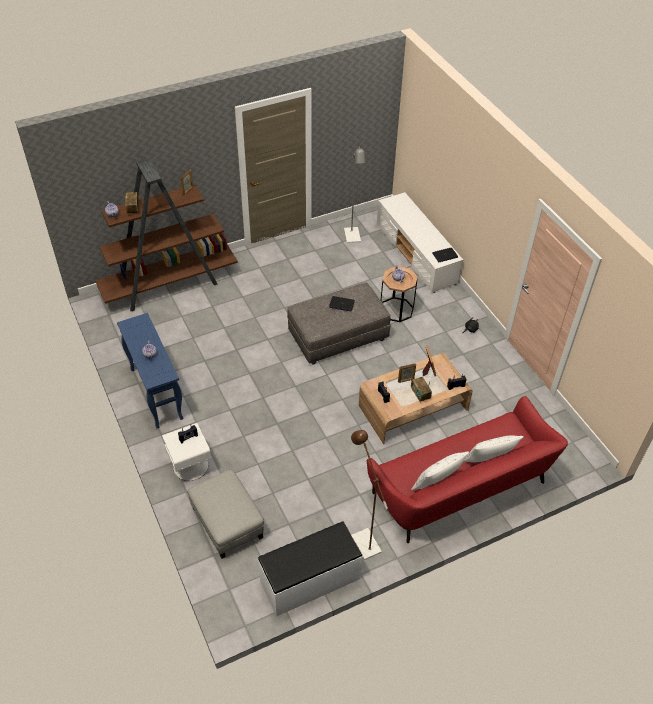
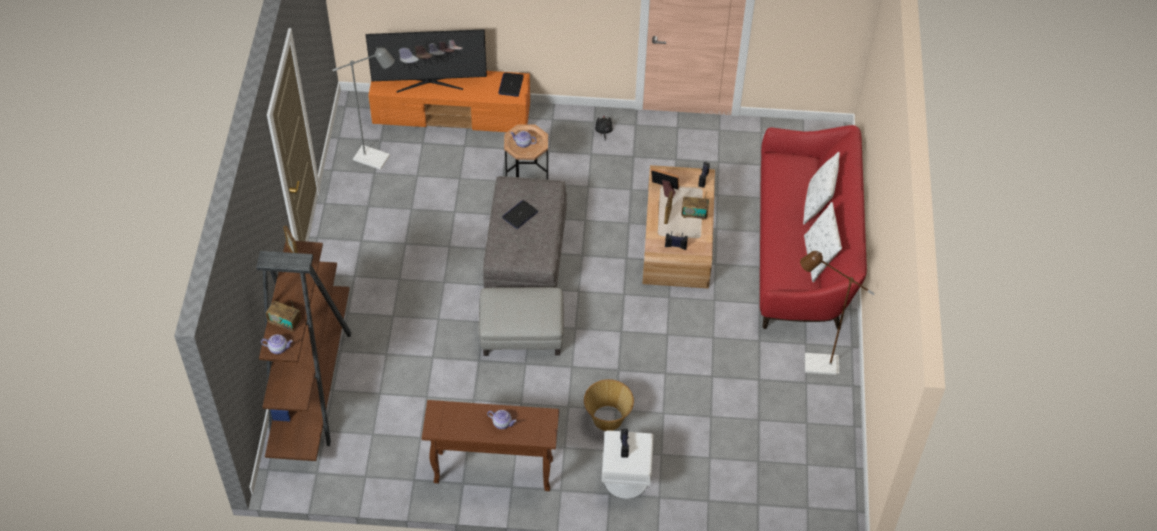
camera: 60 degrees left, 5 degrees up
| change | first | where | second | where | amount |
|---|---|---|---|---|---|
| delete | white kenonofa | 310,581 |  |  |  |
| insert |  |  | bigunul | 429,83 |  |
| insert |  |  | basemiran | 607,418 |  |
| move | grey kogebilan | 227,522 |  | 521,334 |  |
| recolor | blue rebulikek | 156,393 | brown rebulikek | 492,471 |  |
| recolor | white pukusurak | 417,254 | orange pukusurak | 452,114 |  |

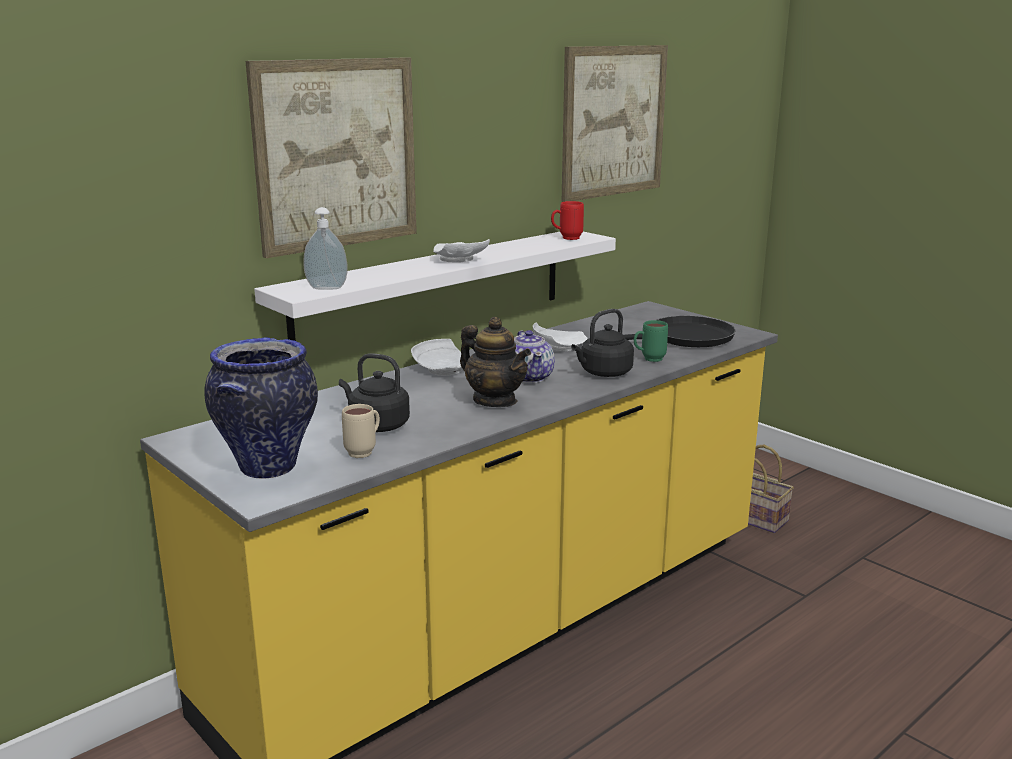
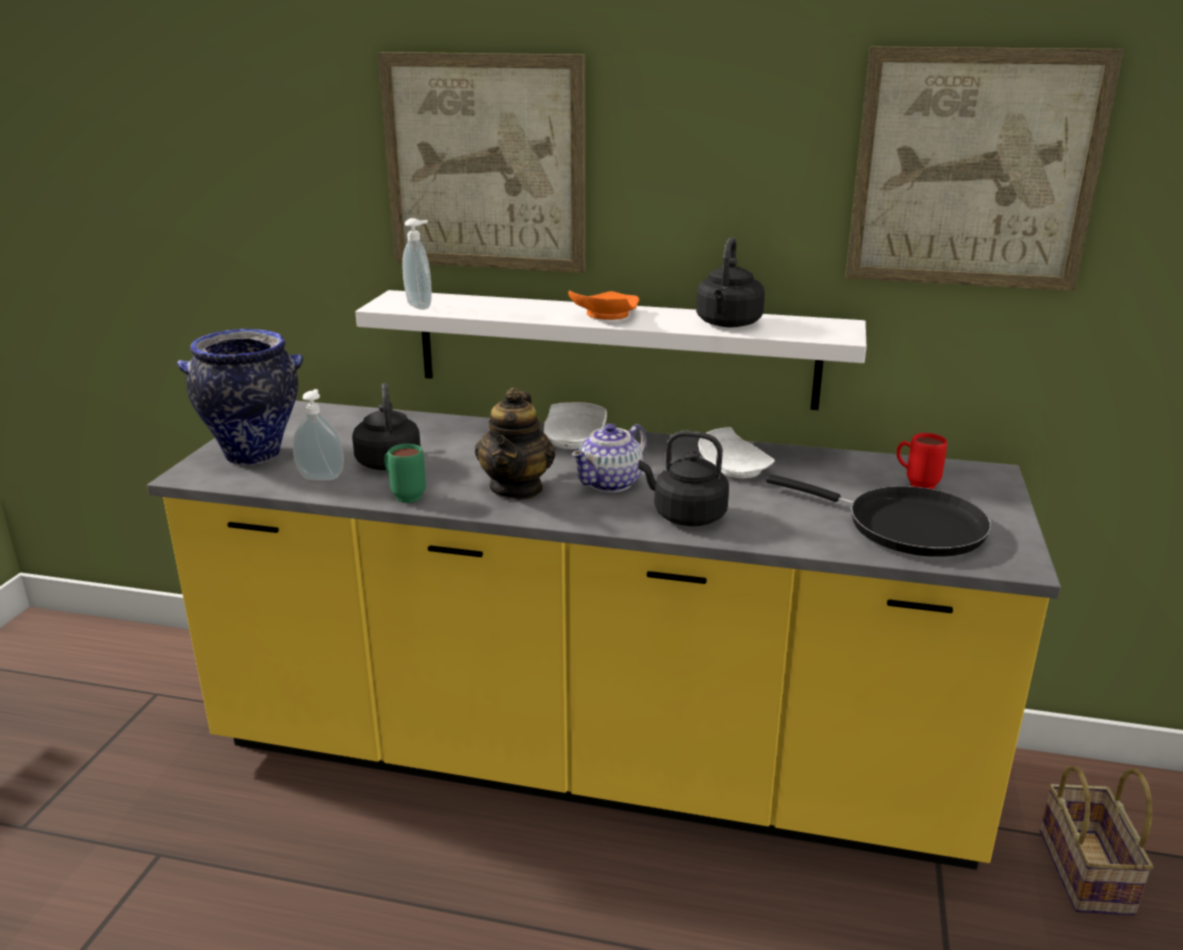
camera: 55 degrees right, 5 degrees up
| change | first | where | second | where | amount |
|---|---|---|---|---|---|
| insert |  |  | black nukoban | 727,324 |  |
| move | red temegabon | 566,238 |  | 915,484 |  |
| move | green temegabon | 648,359 |  | 404,496 |  |
| replace | beige temegabon | 365,451 | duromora | 322,477 |  |
| recolor | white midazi | 458,260 | orange midazi | 604,316 |  |

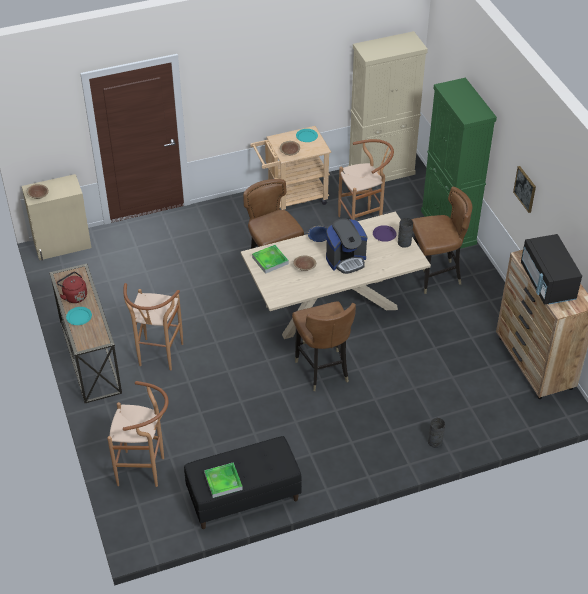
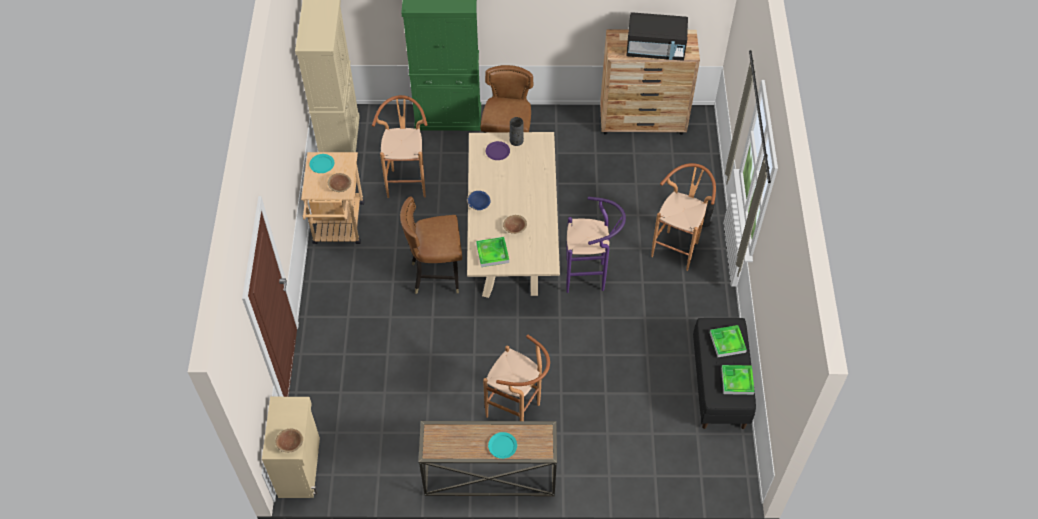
camera: 70 degrees left, 10 degrees up
| change | first | where | second | where | amount |
|---|---|---|---|---|---|
| delete | red nukoban | 74,296 |  |  |  |
| delete | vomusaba | 346,260 |  |  |  |
| delete | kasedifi | 525,189 |  |  |  |
| insert |  |  | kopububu | 727,342 |  |
| move | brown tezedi | 146,470 |  | 677,246 |  |
| replace | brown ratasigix | 322,370 | purple tezedi | 589,276 |  |

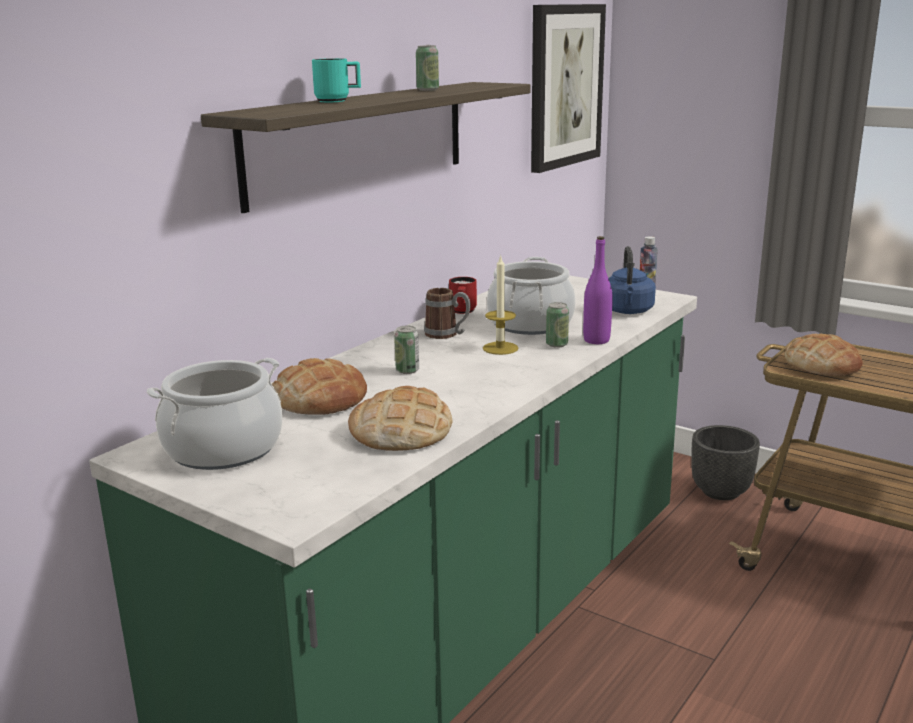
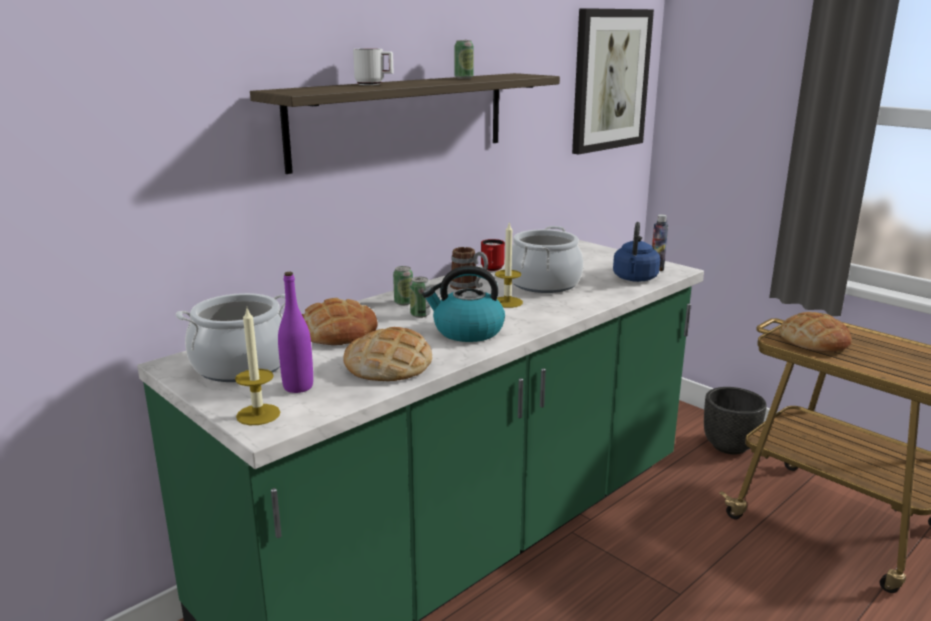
camera: 10 degrees right, 0 degrees up
| change | first | where | second | where | amount |
|---|---|---|---|---|---|
| insert |  |  | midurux | 258,414 |  |
| insert |  |  | nukoban | 467,331 |  |
| move | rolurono | 556,344 |  | 403,303 |  |
| move | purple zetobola | 596,340 |  | 298,387 |  |
| recolor | turquoise temegabon | 338,101 | white temegabon | 374,84 |  |

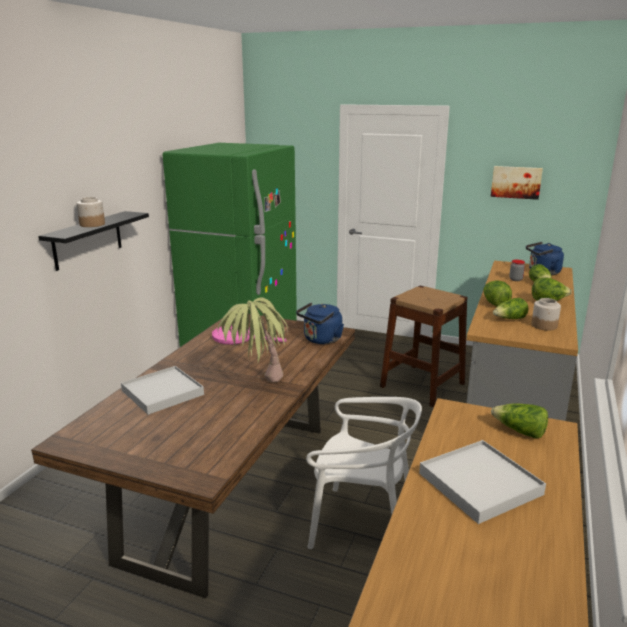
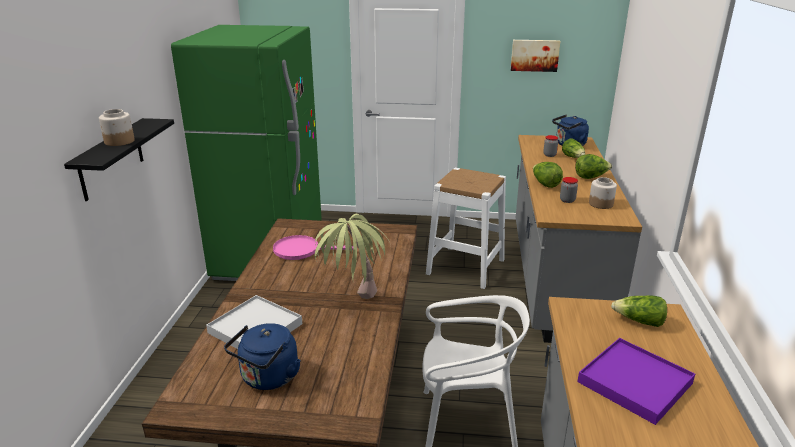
camera: 15 degrees left, 5 degrees up
| change | first | where | second | where | amount |
|---|---|---|---|---|---|
| move | blue nukoban | 321,340 |  | 268,378 |  |
| replace | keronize | 509,319 | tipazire | 567,200 |  |
| recolor | brown tezedi | 422,385 | white tezedi | 465,267 |  |
| recolor | white kopububu | 480,484 | purple kopububu | 635,382 |  |

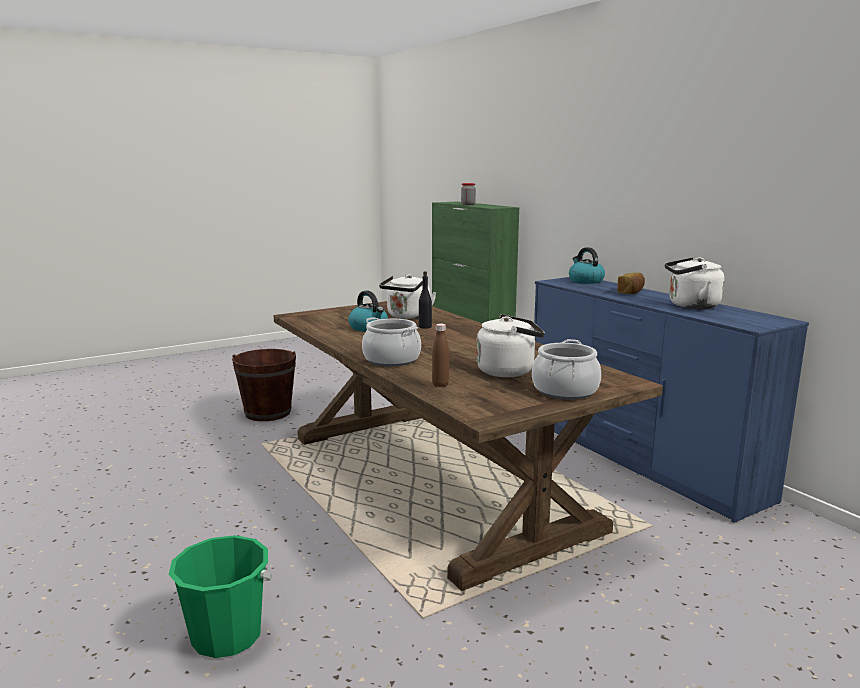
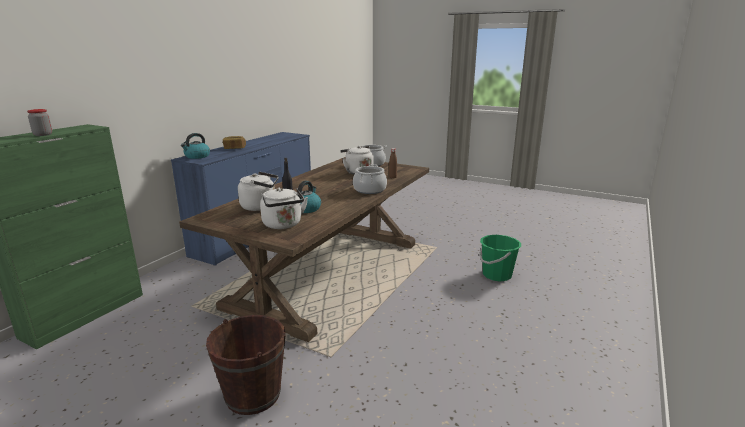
camera: 120 degrees left, 5 degrees up
| change | first | where | second | where | amount |
|---|---|---|---|---|---|
| move | white nukoban | 690,306 |  | 283,225 |  |

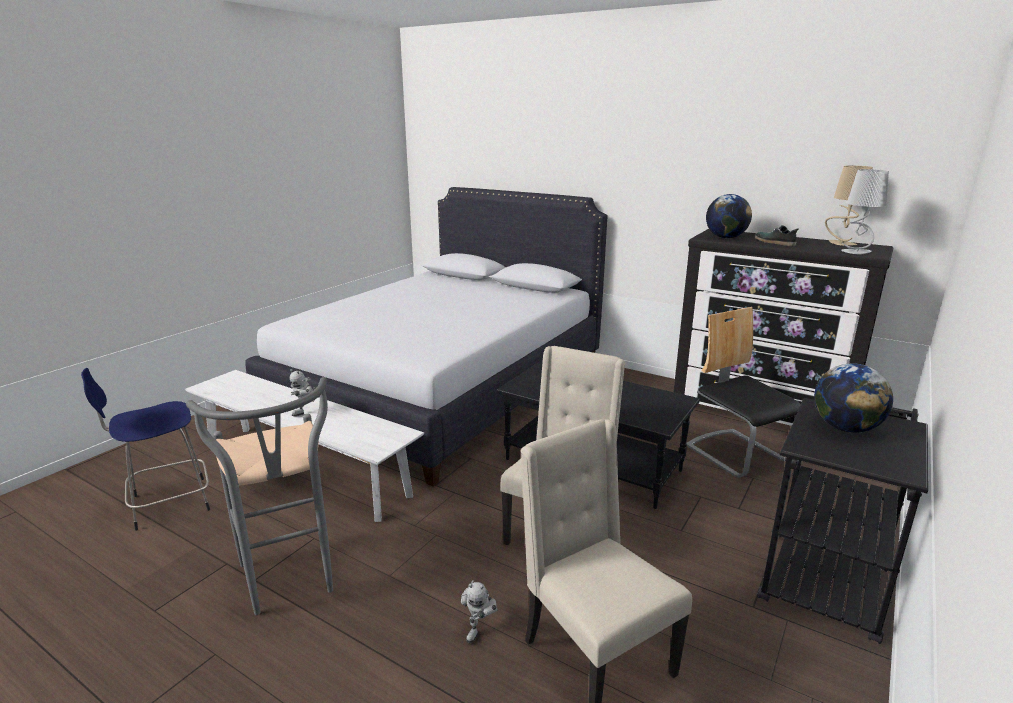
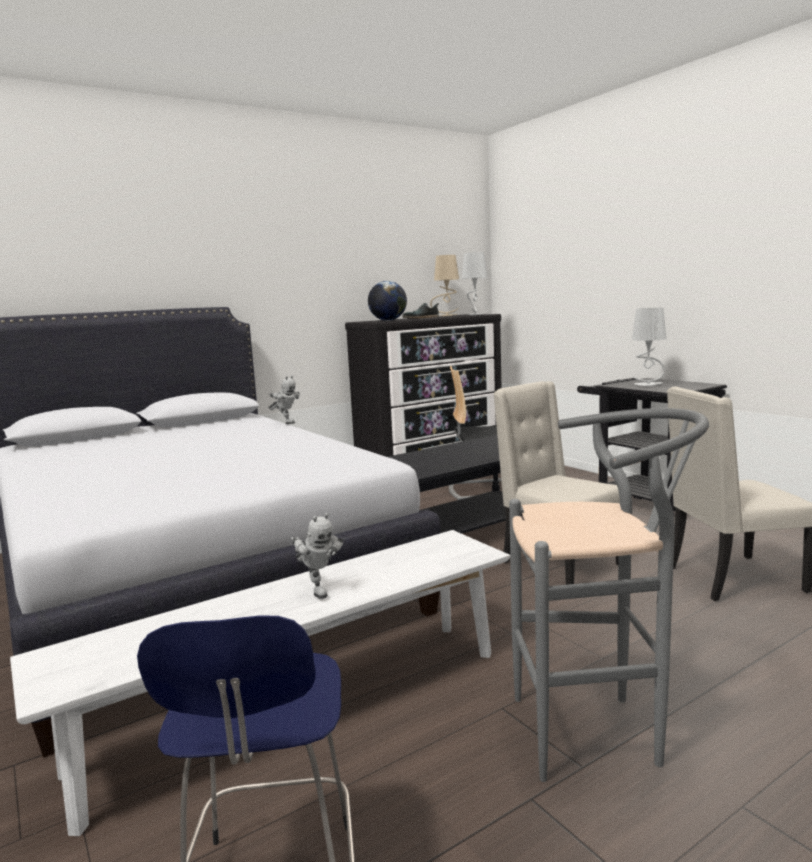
camera: 65 degrees left, 10 degrees down
| change | first | where | second | where | amount |
|---|---|---|---|---|---|
| move | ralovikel | 479,629 |  | 286,423 |  |
| replace | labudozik | 845,428 | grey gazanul | 648,385 |  |

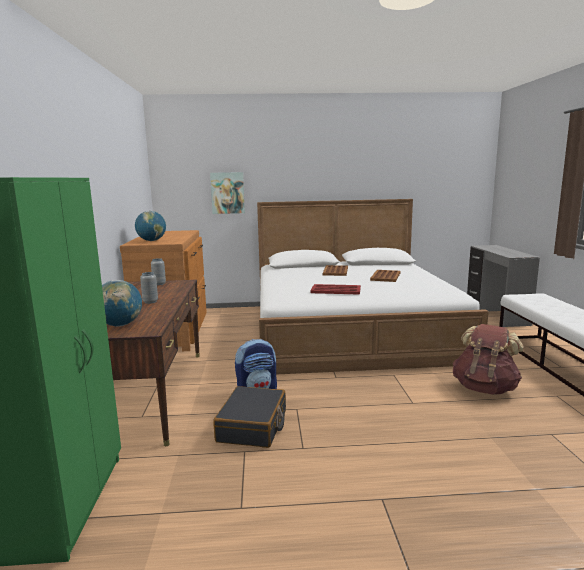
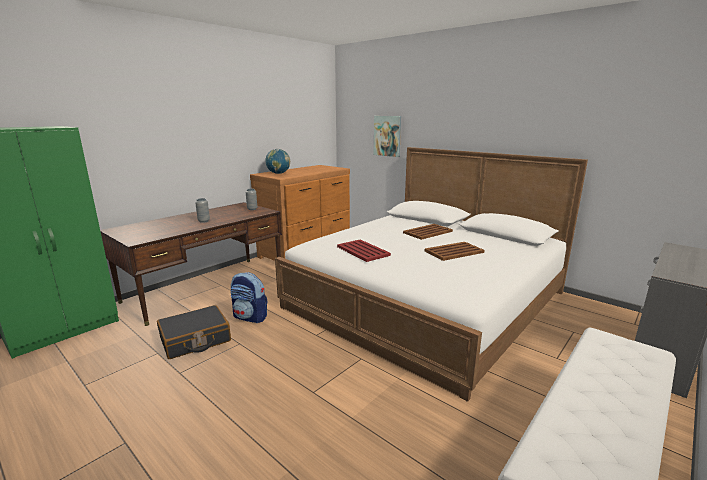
camera: 45 degrees right, 5 degrees up
| change | first | where | second | where | amount |
|---|---|---|---|---|---|
| delete | labudozik | 120,325 |  |  |  |
| delete | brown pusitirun | 485,388 |  |  |  |

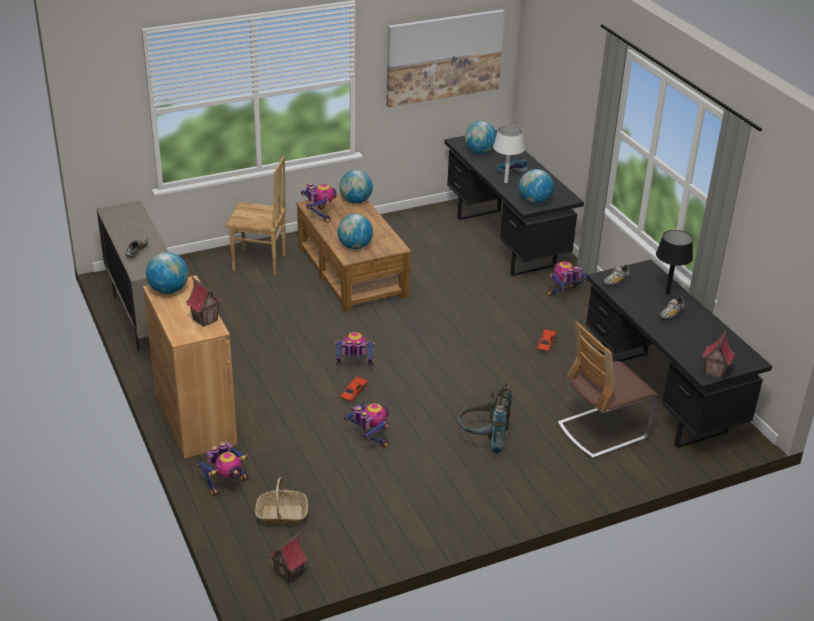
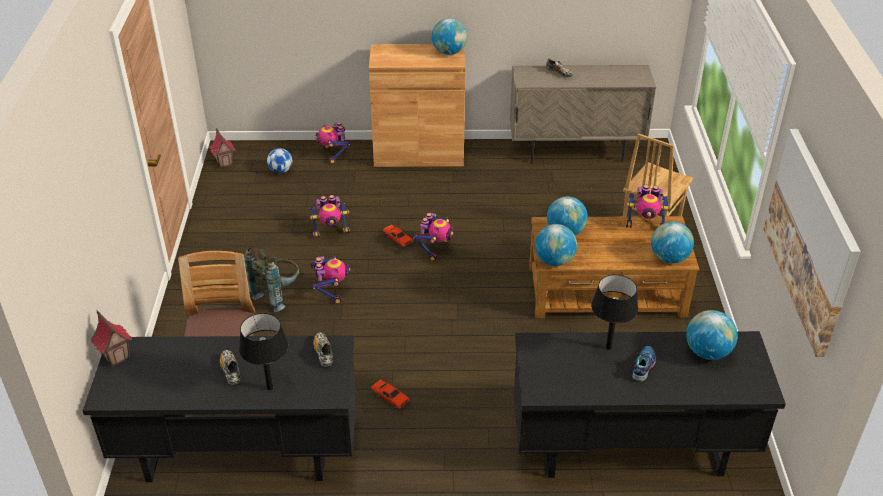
camera: 115 degrees right, 5 degrees up
| change | first | where | second | where | amount |
|---|---|---|---|---|---|
| delete | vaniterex | 205,319 |  |  |  |
| move | labudozik | 534,202 |  | 554,261 |  |
| move | ralovikel | 564,293 |  | 331,291 |  |
| replace | basemiran | 281,515 | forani | 281,170 |  |
| recolor | white gazanul | 505,182 | black gazanul | 608,347 |  |

